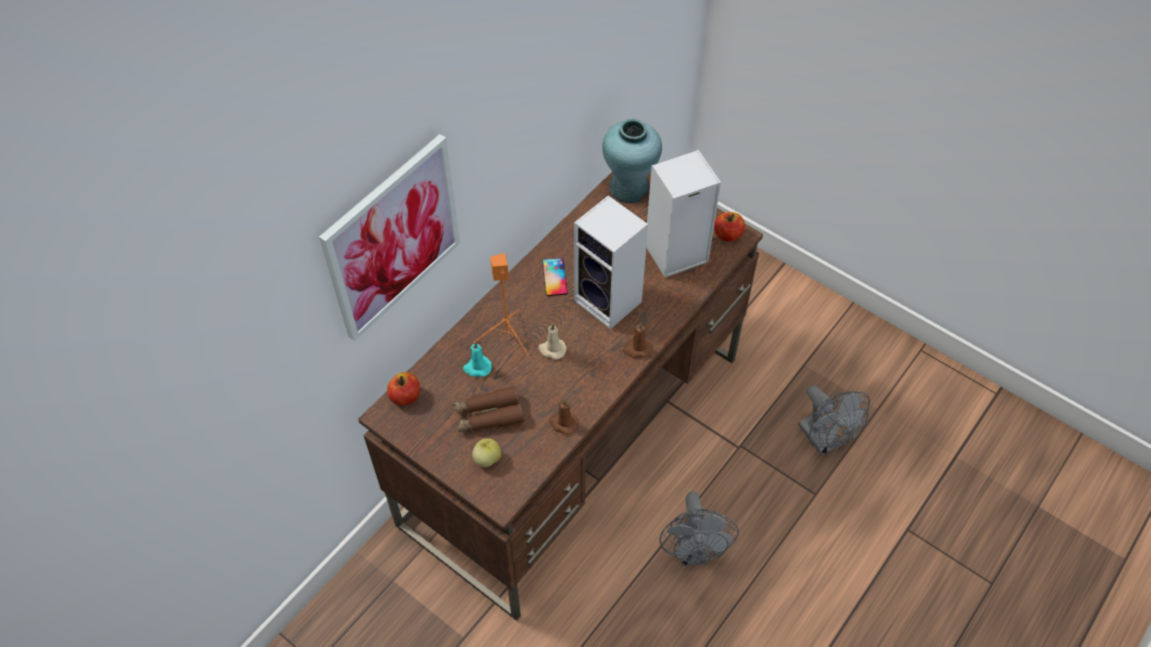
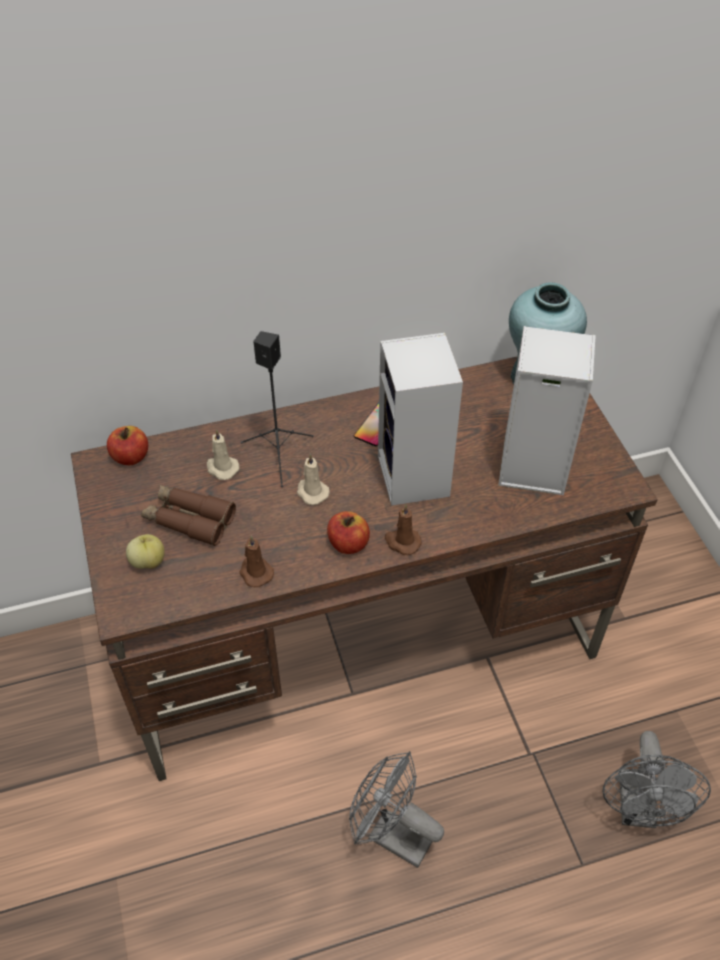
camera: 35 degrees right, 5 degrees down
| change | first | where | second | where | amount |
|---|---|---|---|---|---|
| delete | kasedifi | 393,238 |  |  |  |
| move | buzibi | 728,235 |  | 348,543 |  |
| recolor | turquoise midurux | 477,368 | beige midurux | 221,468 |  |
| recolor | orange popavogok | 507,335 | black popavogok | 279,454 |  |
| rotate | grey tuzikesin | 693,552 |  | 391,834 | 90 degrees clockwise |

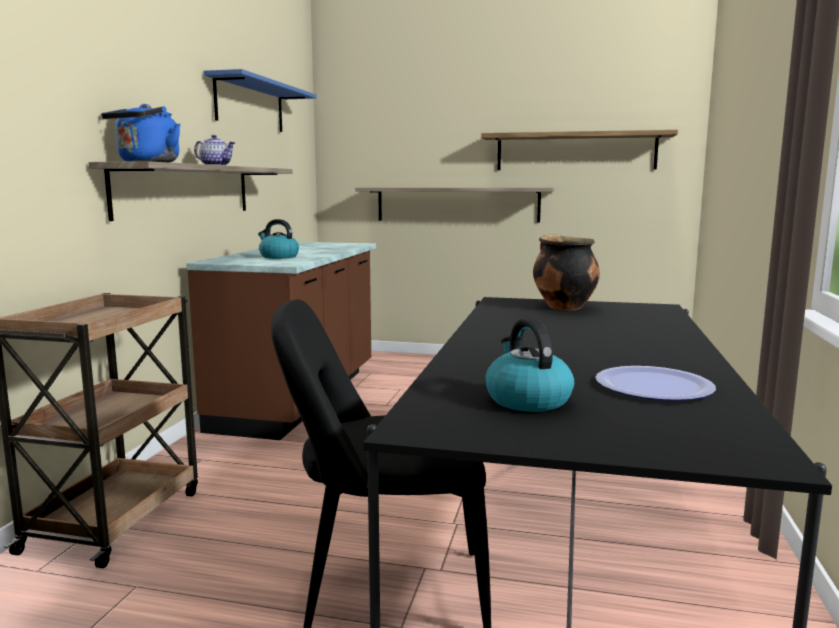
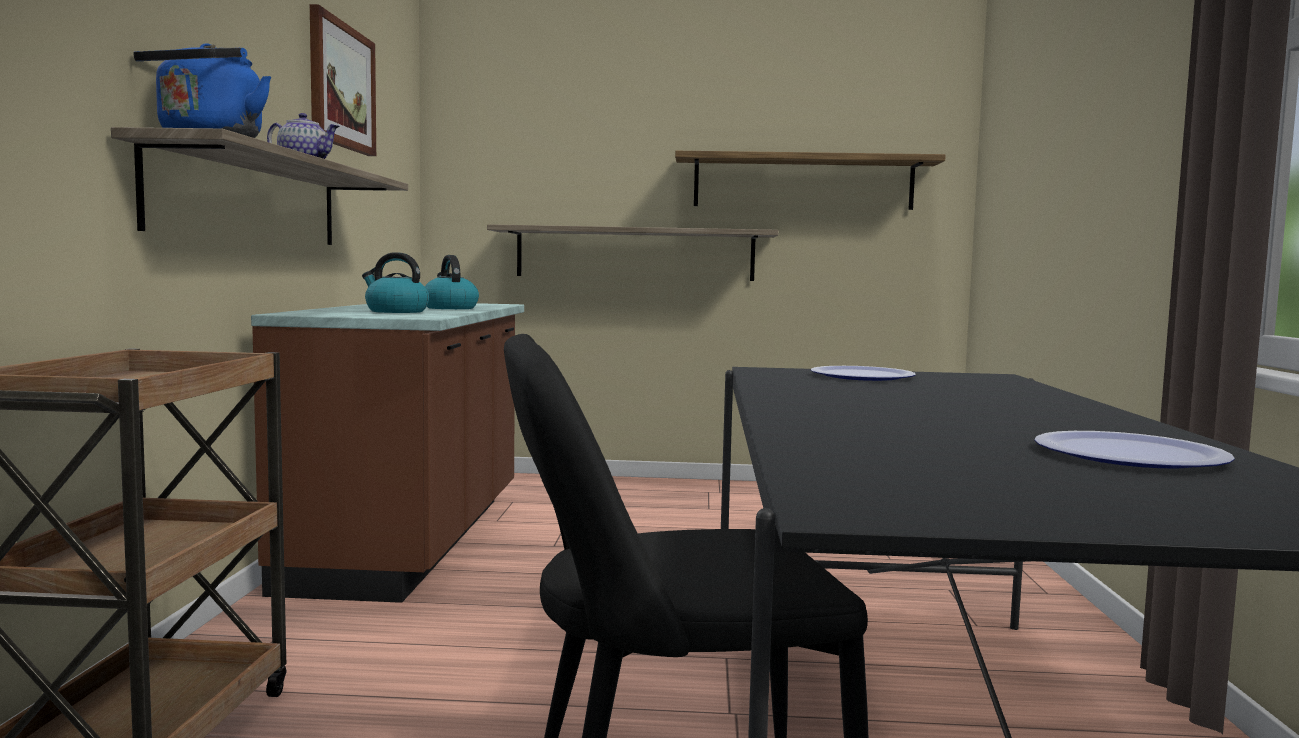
camera: 10 degrees left, 5 degrees down
| change | first | where | second | where | amount |
|---|---|---|---|---|---|
| move | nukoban | 527,400 |  | 449,308 |  |
| replace | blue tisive | 250,105 | kasedifi | 341,86 |  |
| replace | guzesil | 562,307 | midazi | 861,376 |  |

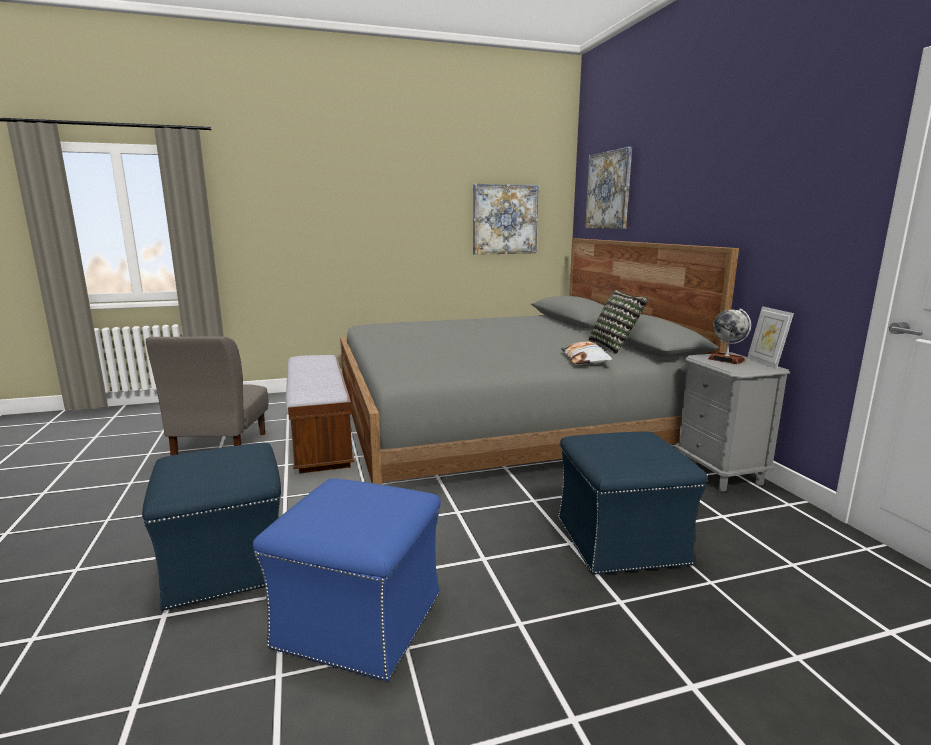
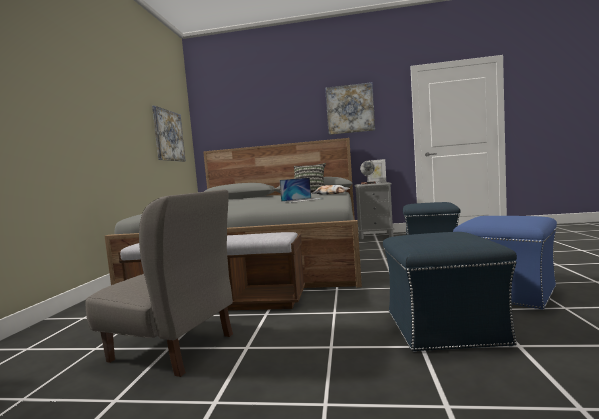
camera: 65 degrees left, 10 degrees down
| change | first | where | second | where | amount |
|---|---|---|---|---|---|
| insert |  |  | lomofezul | 302,200 |  |
| move | kasedifi | 608,190 |  | 350,109 |  |

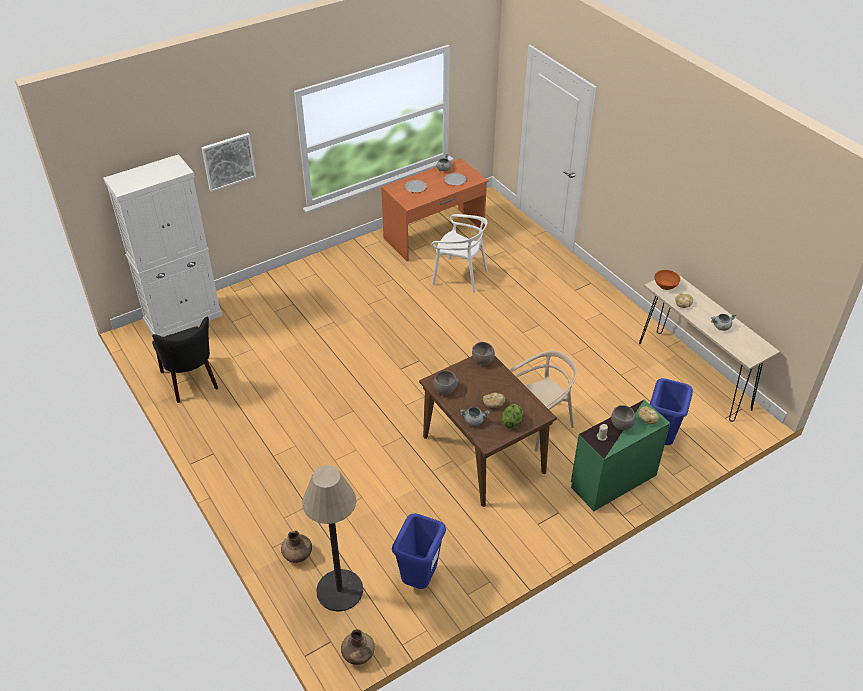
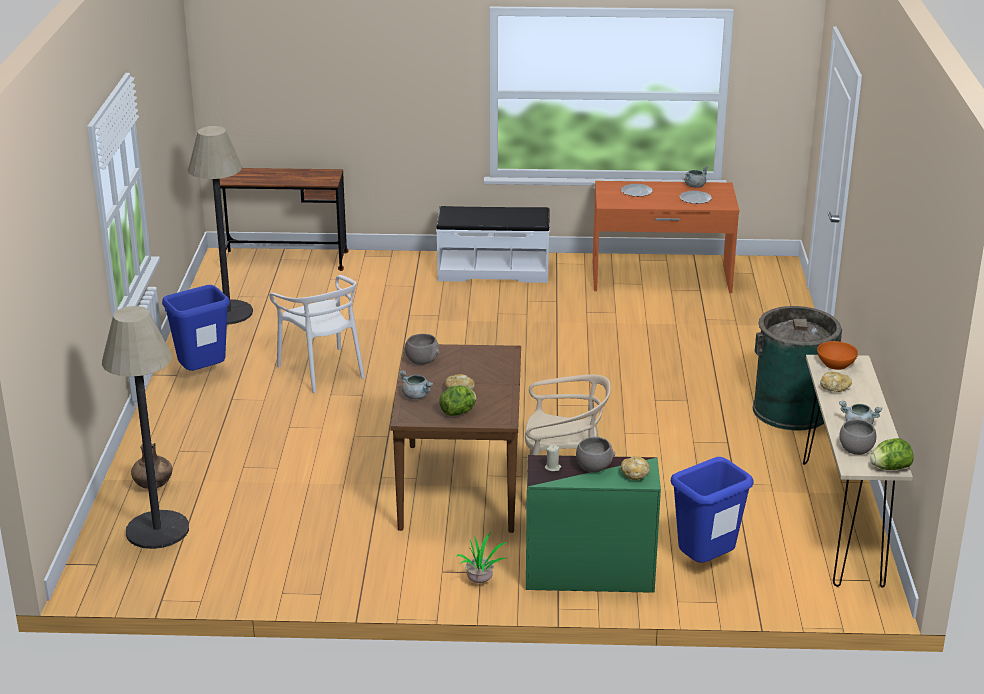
camera: 35 degrees right, 15 degrees down
| change | first | where | second | where | amount |
|---|---|---|---|---|---|
| delete | kasedifi | 228,161 |  |  |  |
| delete | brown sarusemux | 358,655 |  |  |  |
| insert |  |  | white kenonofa | 493,271 |  |
| insert |  |  | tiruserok | 481,580 |  |
| insert |  |  | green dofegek | 791,410 |  |
| insert |  |  | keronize | 890,468 |  |
| move | blue dofegek | 419,579 |  | 203,374 |  |
| move | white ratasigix | 459,276 |  | 322,370 |  |
| move | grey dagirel | 482,360 |  | 855,449 |  |
| replace | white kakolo | 183,318 | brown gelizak | 284,260 |  |
| replace | black ratasigix | 191,382 | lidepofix | 227,313 |  |

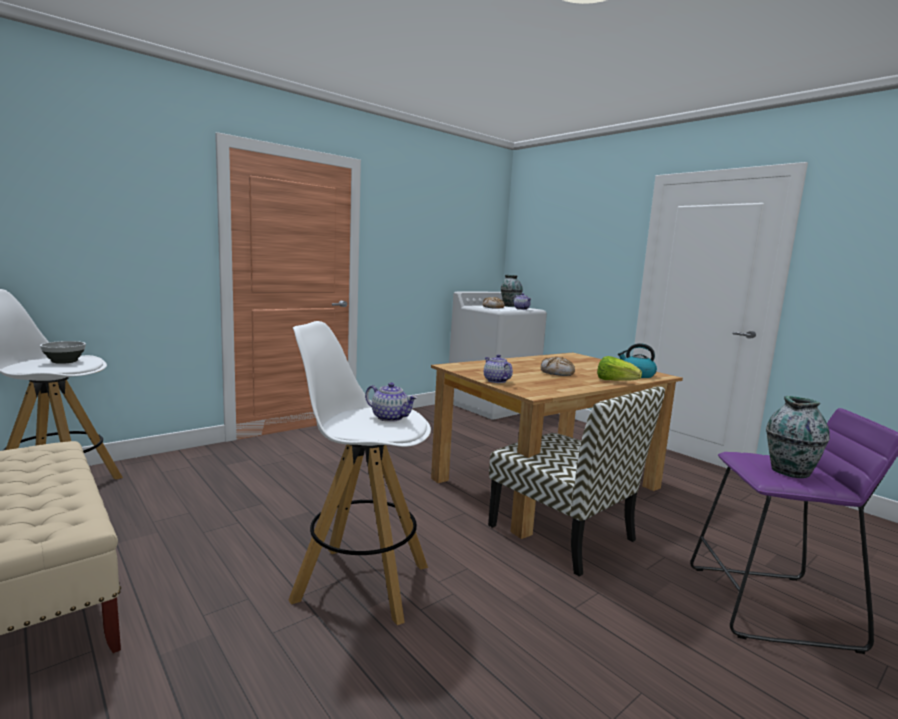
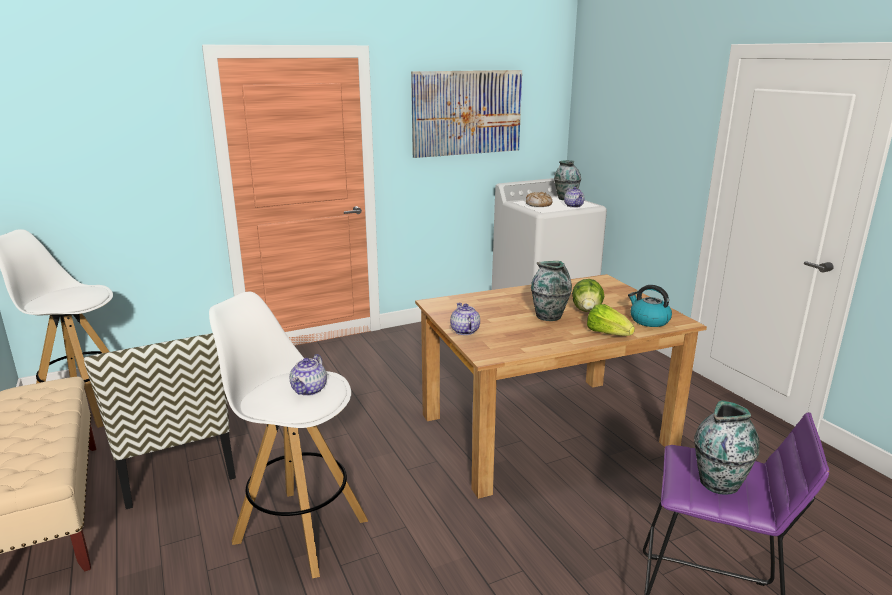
camera: 15 degrees right, 10 degrees up
| change | first | where | second | where | amount |
|---|---|---|---|---|---|
| delete | dagirel | 64,361 |  |  |  |
| insert |  |  | kasedifi | 467,113 |  |
| insert |  |  | keronize | 587,310 |  |
| move | ratasigix | 563,533 |  | 176,464 |  |
| replace | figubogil | 557,373 | sarusemux | 549,317 |  |
| rotate | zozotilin | 390,418 |  | 309,390 | 60 degrees clockwise |

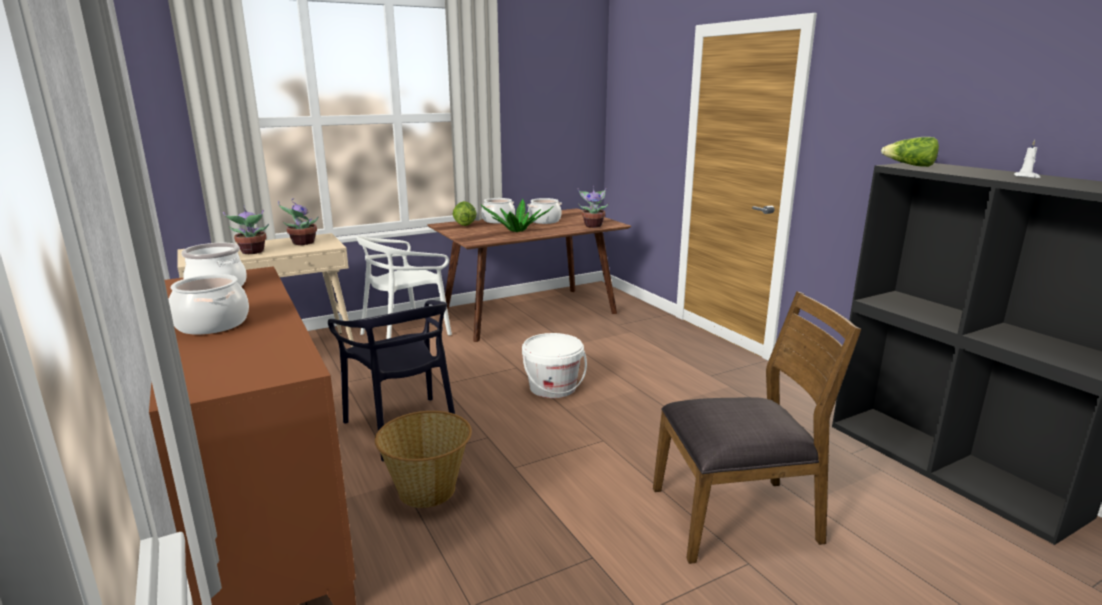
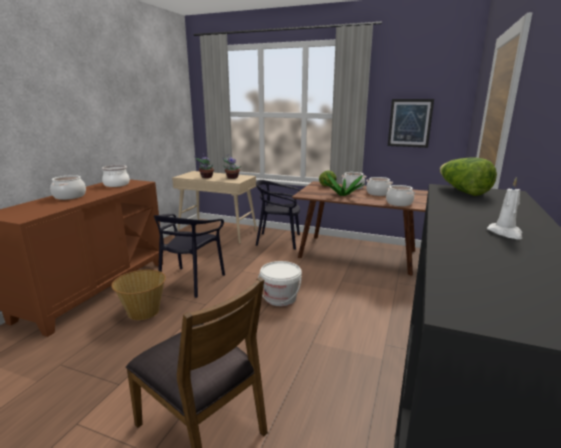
camera: 50 degrees right, 0 degrees up
| change | first | where | second | where | amount |
|---|---|---|---|---|---|
| insert |  |  | kasedifi | 410,123 |  |
| replace | tiruserok | 593,225 | guzesil | 399,203 |  |
| recolor | white ratasigix | 405,333 | black ratasigix | 279,240 |  |

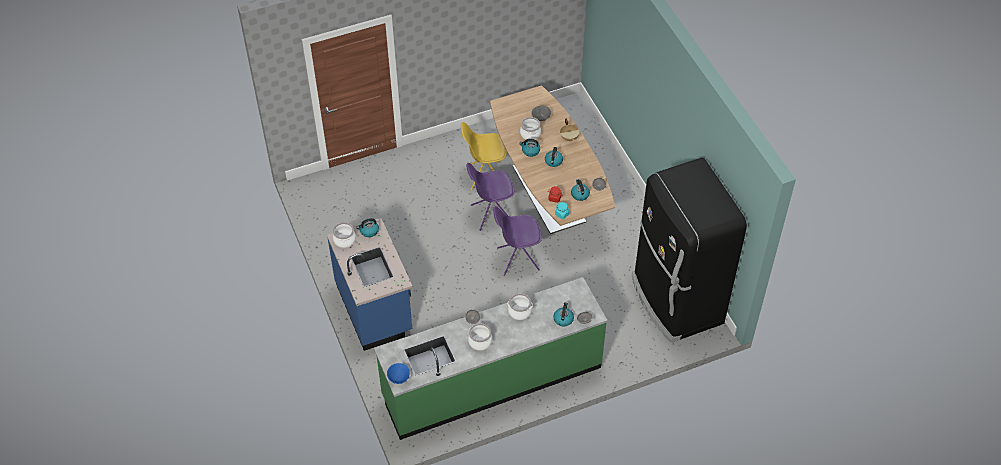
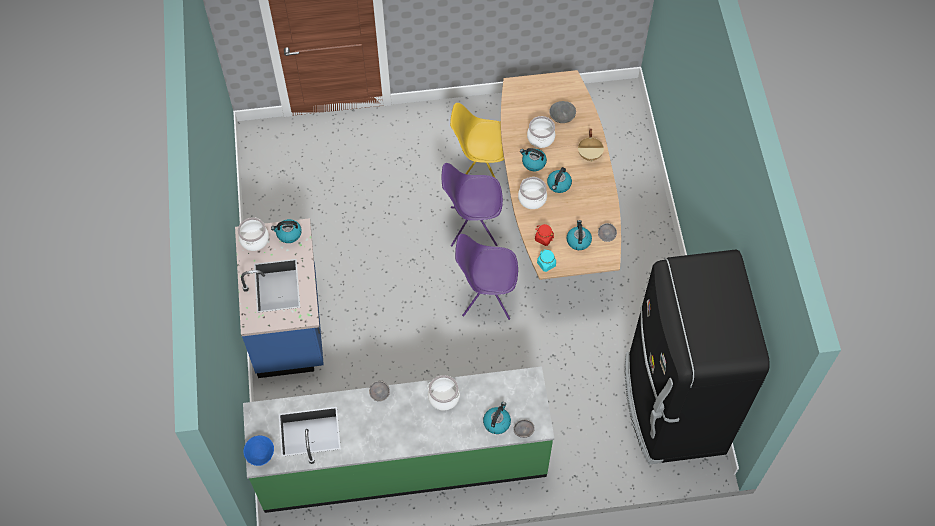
camera: 15 degrees right, 10 degrees up
| change | first | where | second | where | amount |
|---|---|---|---|---|---|
| move | guzesil | 480,342 |  | 532,198 |  |

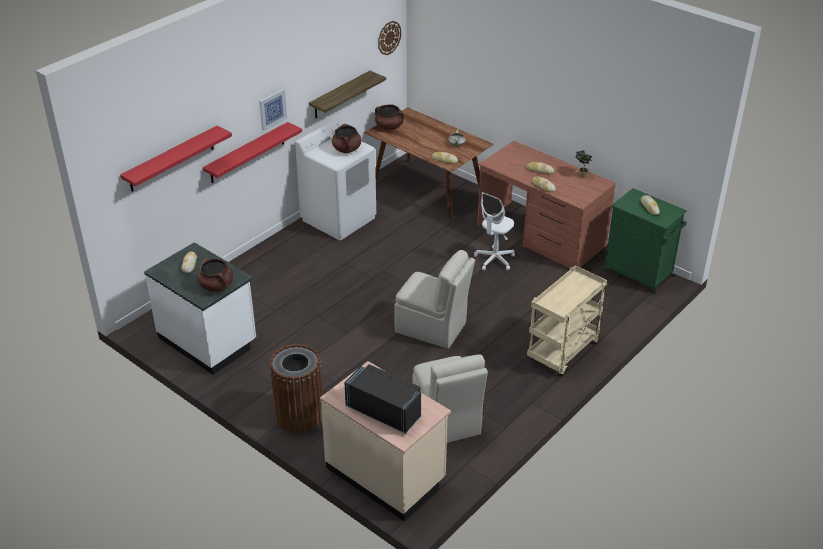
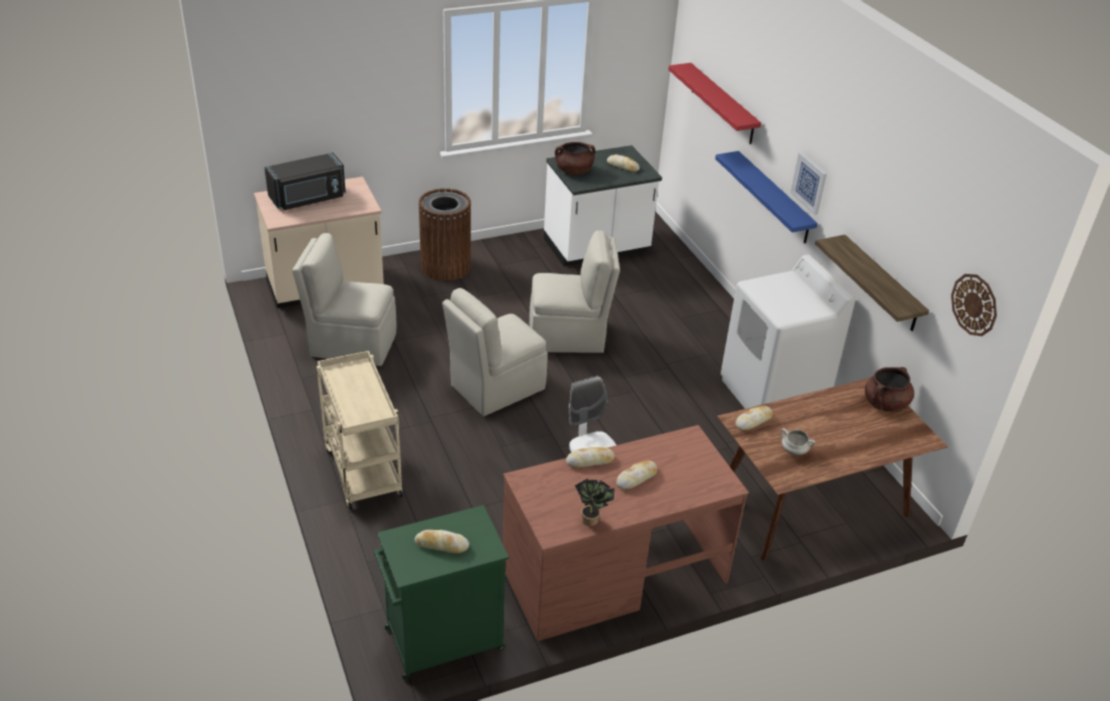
camera: 115 degrees right, 0 degrees up
| change | first | where | second | where | amount |
|---|---|---|---|---|---|
| delete | brown guzesil | 347,149 |  |  |  |
| insert |  |  | beige ratasigix | 569,336 |  |
| recolor | red tisive | 247,153 | blue tisive | 773,198 |  |

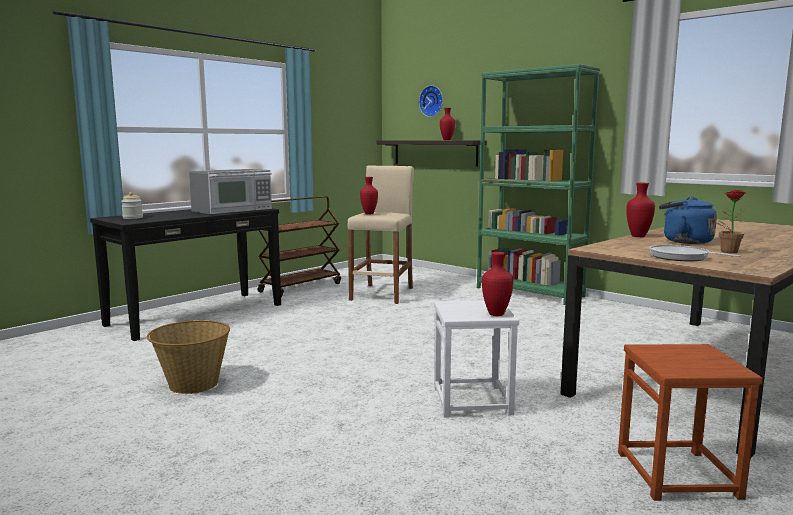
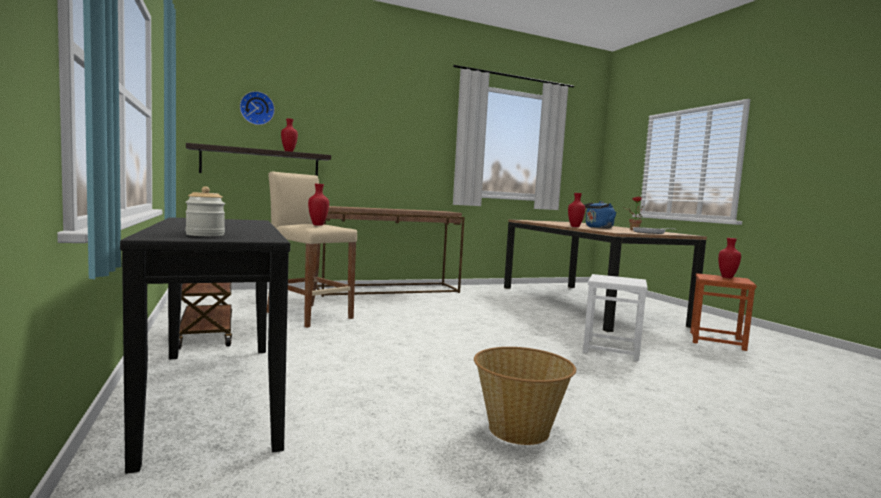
camera: 65 degrees left, 5 degrees down
| change | first | where | second | where | amount |
|---|---|---|---|---|---|
| delete | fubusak | 233,210 |  |  |  |
| move | red sarusemux | 497,314 |  | 727,277 |  |
| replace | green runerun | 529,292 | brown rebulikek | 389,290 |  |

